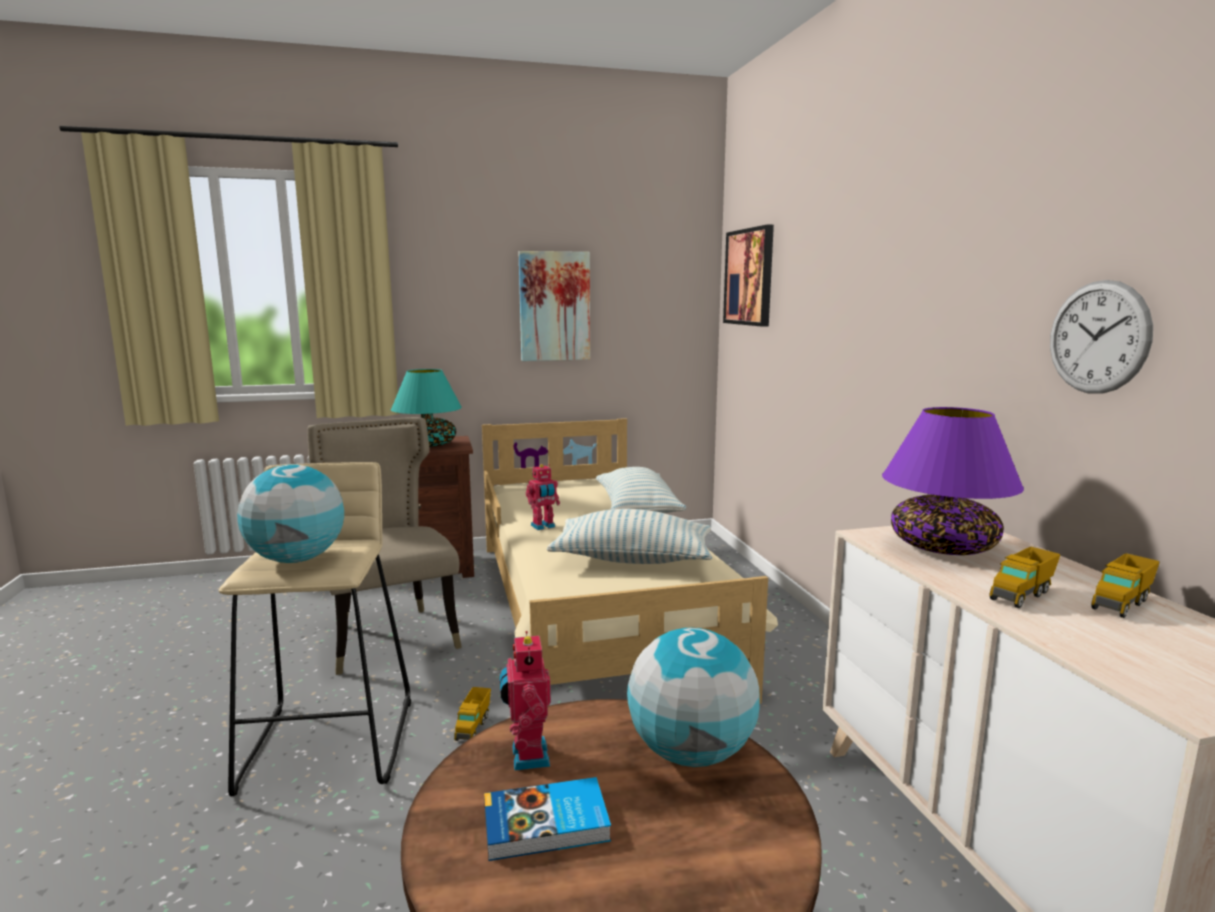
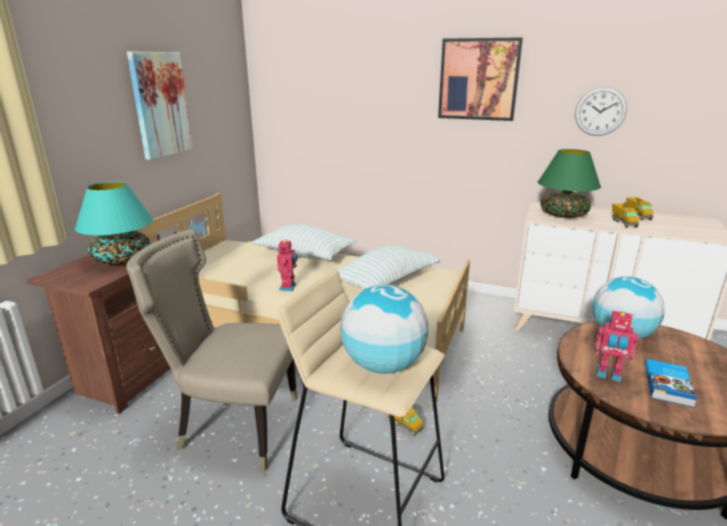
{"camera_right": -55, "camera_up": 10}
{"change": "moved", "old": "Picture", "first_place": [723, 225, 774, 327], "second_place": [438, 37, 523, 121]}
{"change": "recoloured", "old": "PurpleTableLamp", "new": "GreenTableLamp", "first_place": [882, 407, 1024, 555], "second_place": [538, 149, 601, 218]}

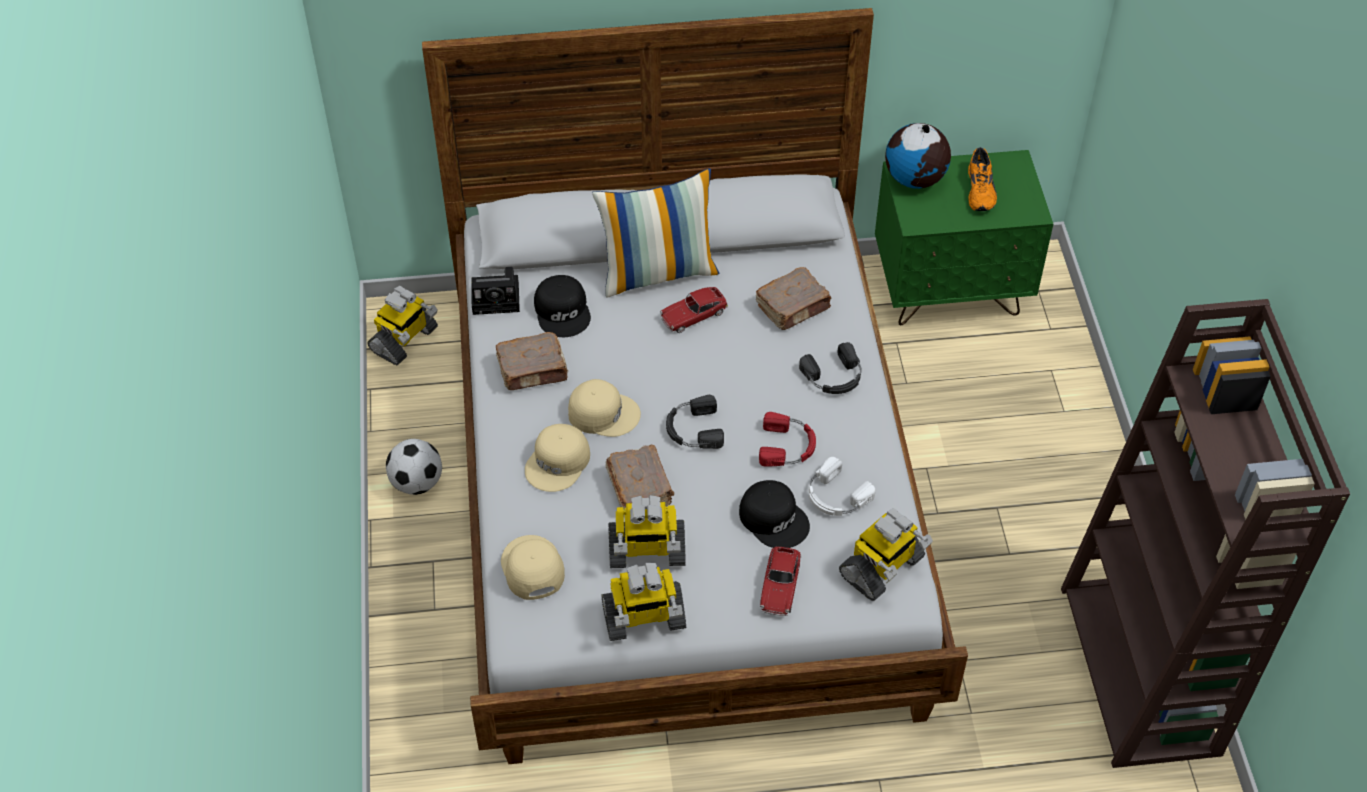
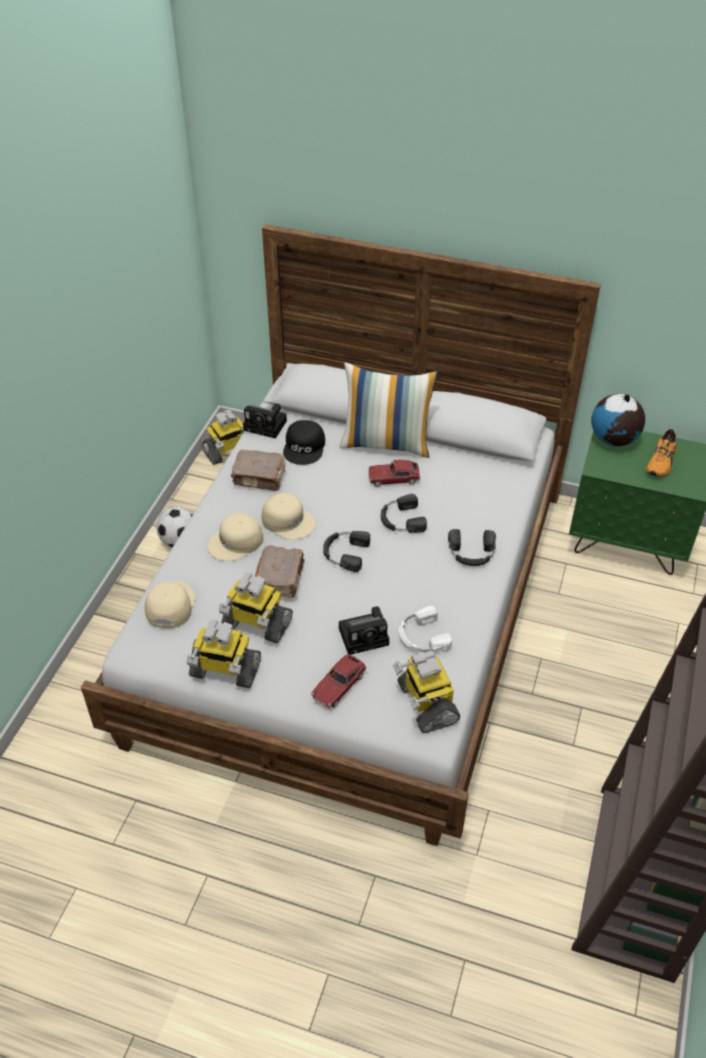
{"camera_right": 25, "camera_up": -5}
{"change": "replaced", "old": "BlackCap", "new": "PhotoCamera", "first_place": [739, 480, 810, 548], "second_place": [339, 606, 389, 655]}
{"change": "added", "new": "BlackHeadphones", "second_place": [381, 494, 427, 533]}
{"change": "turned", "old": "ToyRobot", "first_place": [839, 508, 933, 601], "second_place": [393, 651, 460, 733], "degrees": 90}
{"change": "removed", "old": "BrownBook", "first_place": [756, 267, 832, 330]}
{"change": "removed", "old": "RedHeadphones", "first_place": [759, 412, 816, 467]}

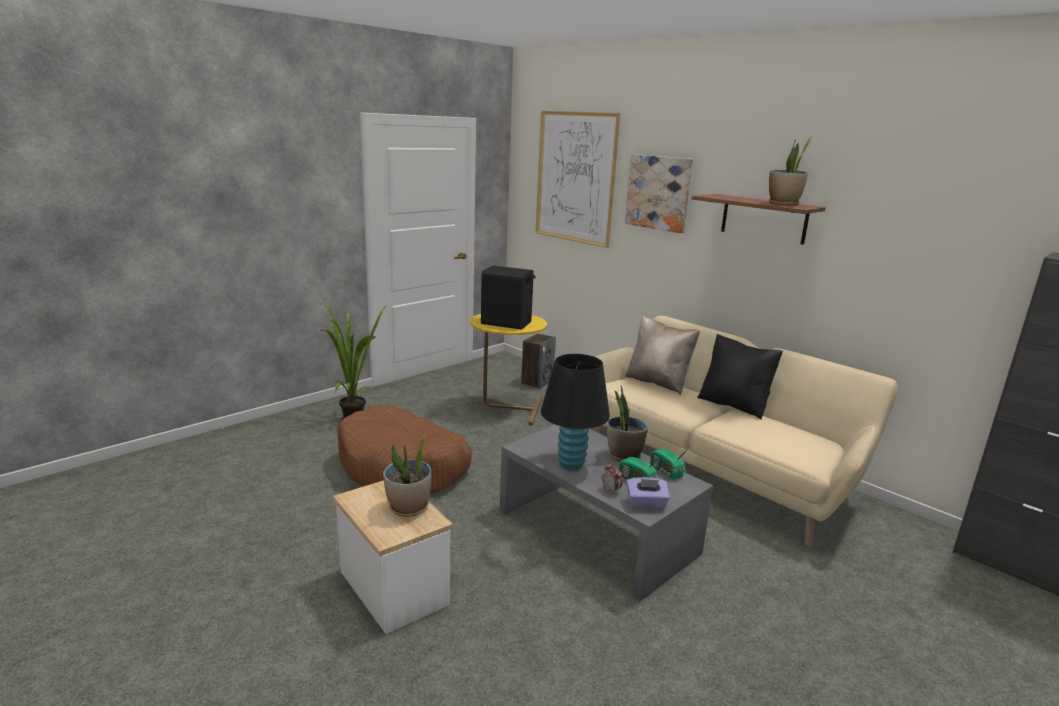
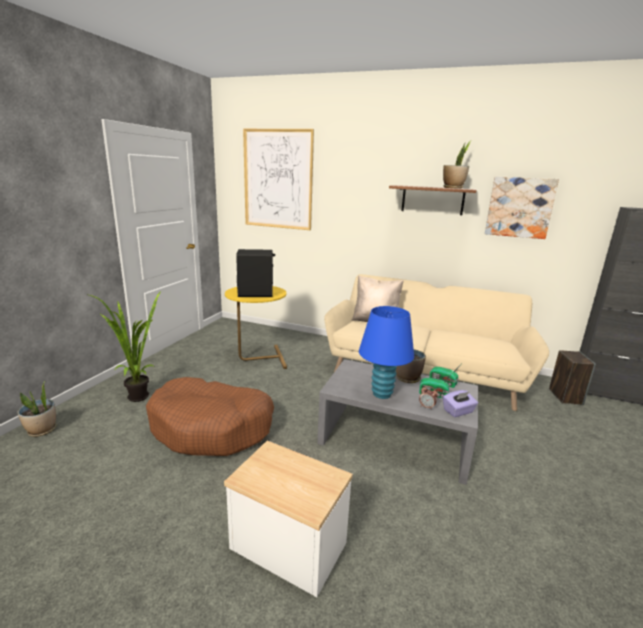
{"camera_right": -25, "camera_up": 0}
{"change": "moved", "old": "PottedPlant", "first_place": [383, 434, 431, 517], "second_place": [17, 381, 57, 437]}
{"change": "recoloured", "old": "BlackTableLamp", "new": "BlueTableLamp", "first_place": [541, 354, 610, 471], "second_place": [359, 306, 414, 399]}
{"change": "moved", "old": "Picture", "first_place": [625, 154, 693, 233], "second_place": [485, 177, 559, 239]}
{"change": "moved", "old": "Speaker", "first_place": [521, 333, 556, 389], "second_place": [549, 350, 596, 405]}
{"change": "removed", "old": "BlackPillow", "first_place": [697, 334, 783, 420]}

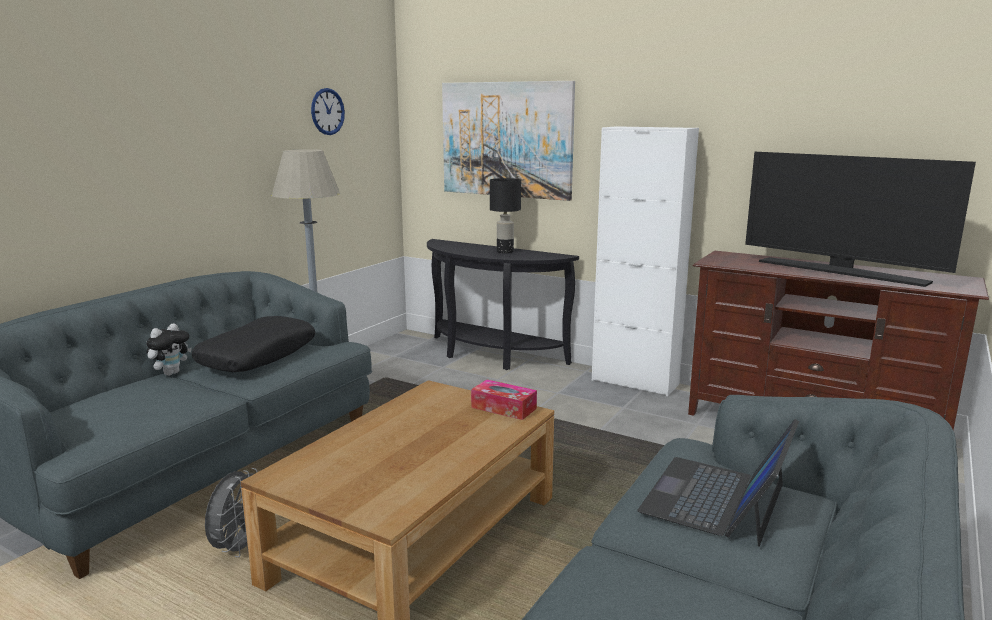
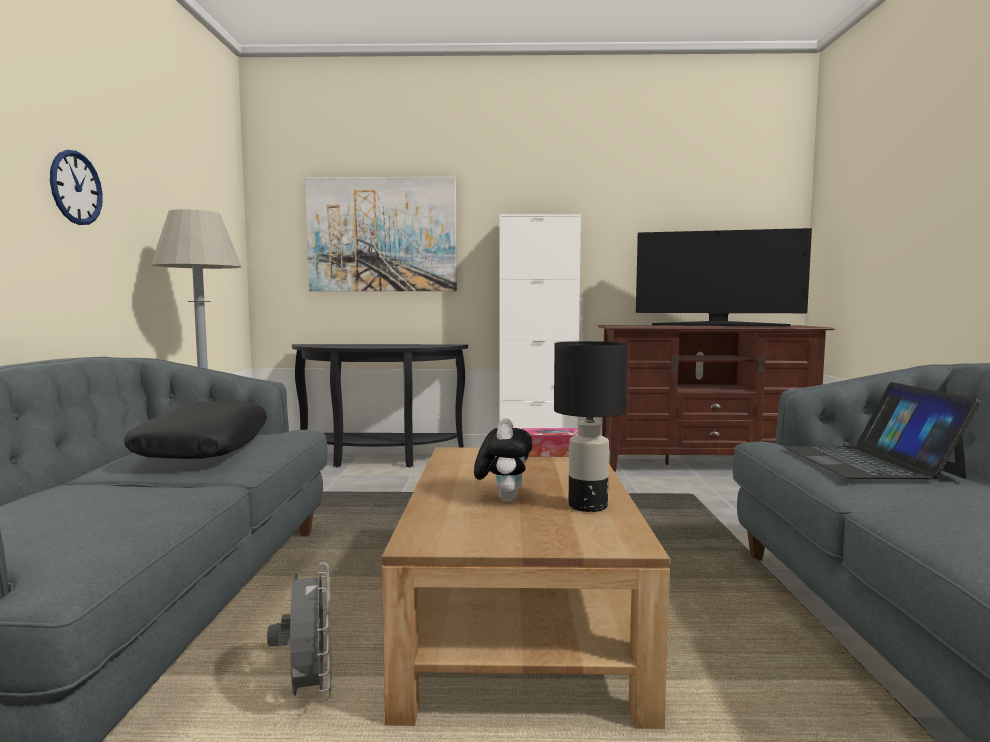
{"camera_right": -30, "camera_up": -10}
{"change": "moved", "old": "WallClock", "first_place": [311, 88, 345, 135], "second_place": [50, 150, 103, 225]}
{"change": "moved", "old": "PlushToy", "first_place": [146, 323, 192, 376], "second_place": [474, 418, 532, 502]}
{"change": "moved", "old": "BlackTableLamp", "first_place": [490, 178, 521, 253], "second_place": [554, 341, 628, 512]}

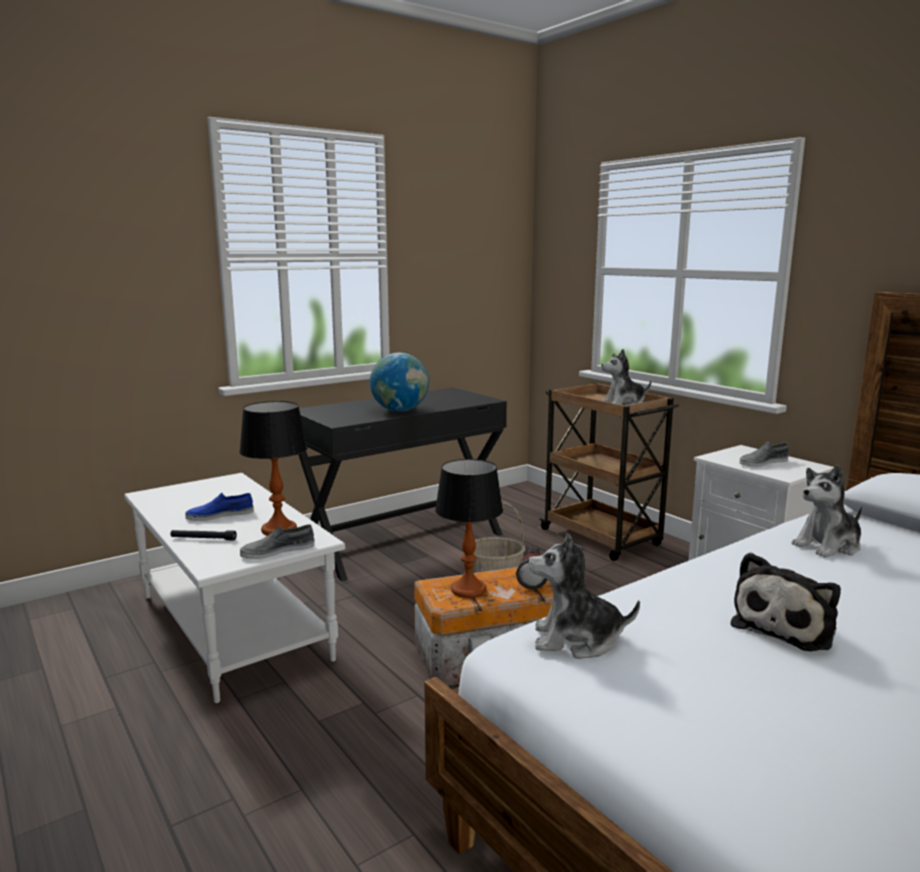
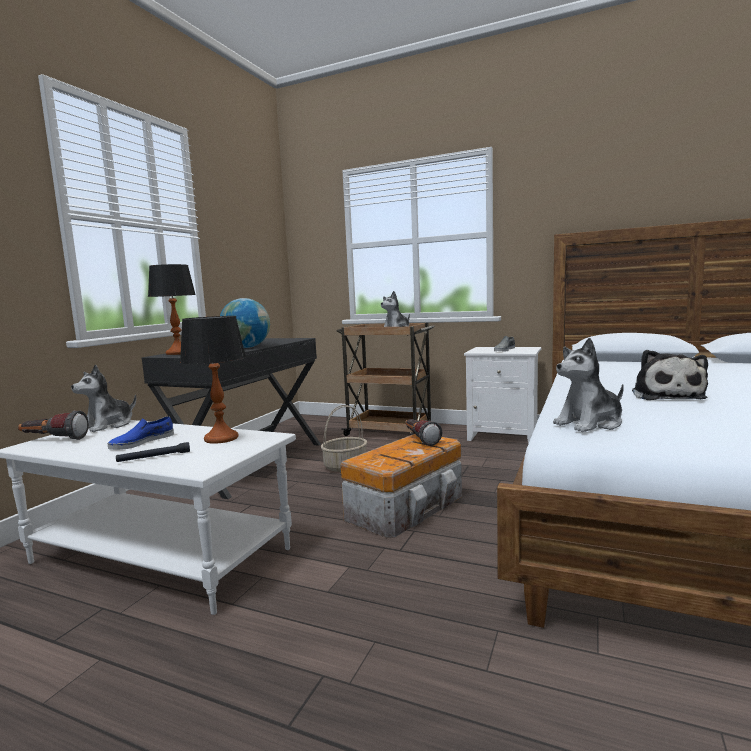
{"camera_right": -30, "camera_up": -5}
{"change": "added", "new": "Flashlight", "second_place": [18, 410, 89, 440]}
{"change": "moved", "old": "PlushToy", "first_place": [791, 465, 862, 558], "second_place": [71, 365, 136, 432]}
{"change": "moved", "old": "TableLamp", "first_place": [435, 459, 503, 598], "second_place": [148, 264, 196, 355]}
{"change": "removed", "old": "GreyShoe", "first_place": [240, 524, 315, 559]}

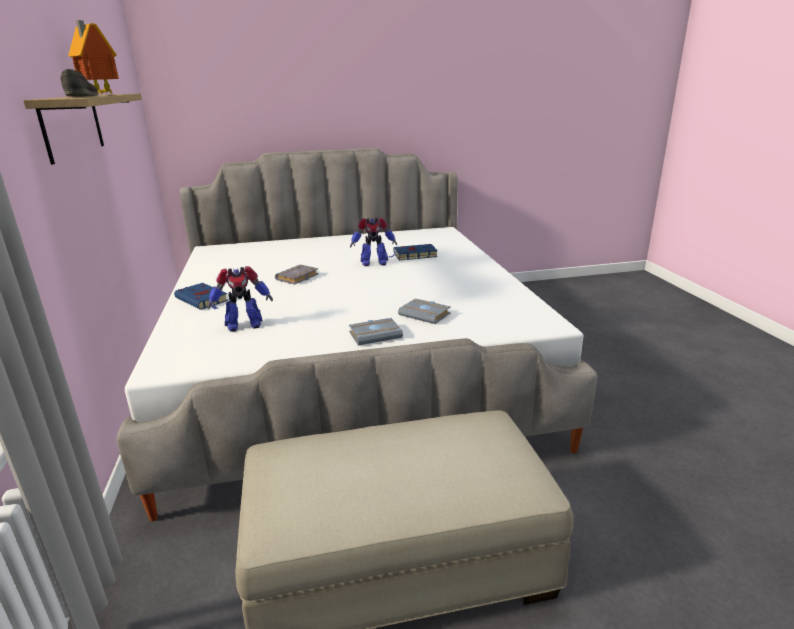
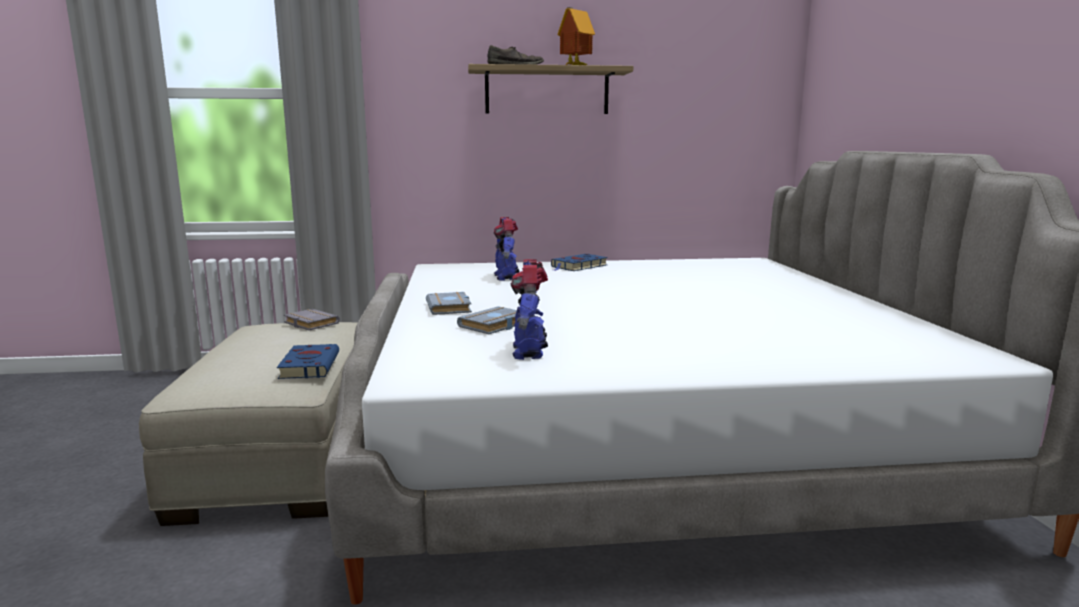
{"camera_right": 95, "camera_up": -10}
{"change": "moved", "old": "BlueBook", "first_place": [388, 244, 438, 260], "second_place": [277, 344, 339, 379]}
{"change": "moved", "old": "GreyBook", "first_place": [275, 264, 319, 285], "second_place": [283, 309, 340, 330]}
{"change": "moved", "old": "ToyRobot", "first_place": [350, 217, 397, 266], "second_place": [510, 259, 548, 360]}

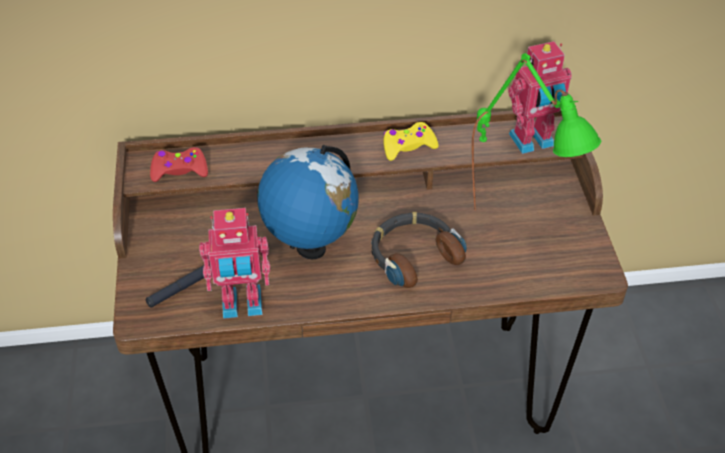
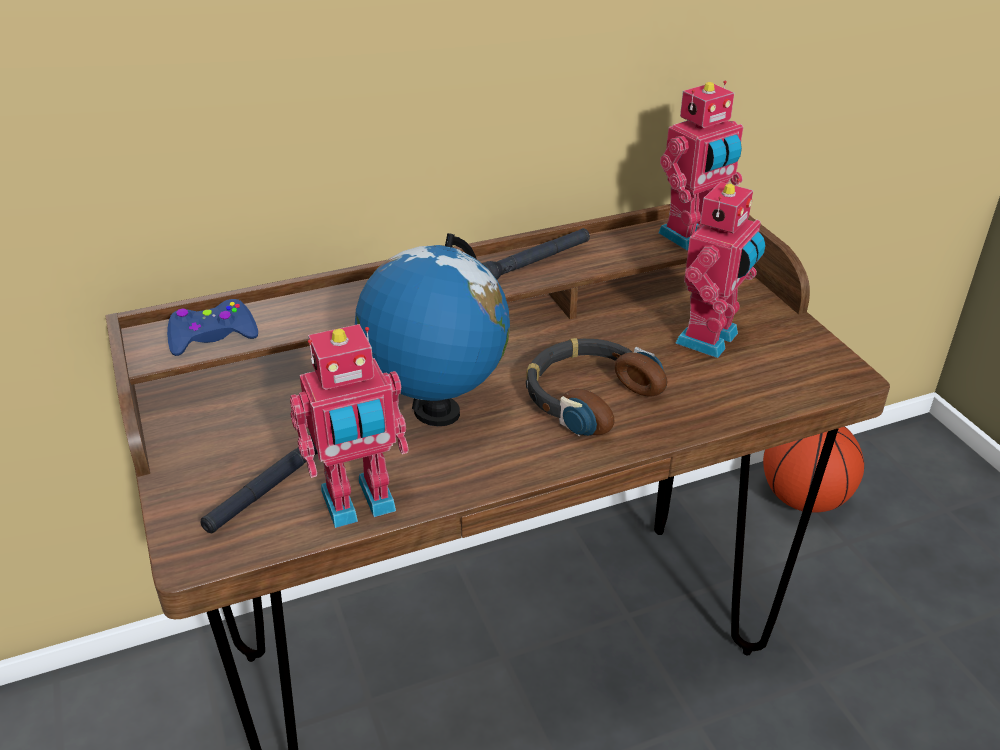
{"camera_right": -15, "camera_up": -10}
{"change": "recoloured", "old": "RedGameController", "new": "BlueGameController", "first_place": [150, 147, 208, 182], "second_place": [167, 299, 258, 356]}
{"change": "replaced", "old": "YellowGameController", "new": "BlackFlashlight", "first_place": [383, 122, 439, 161], "second_place": [482, 228, 590, 279]}
{"change": "replaced", "old": "GreenTableLamp", "new": "ToyRobot", "first_place": [472, 53, 601, 210], "second_place": [675, 178, 765, 358]}
{"change": "added", "new": "Basketball", "second_place": [763, 427, 864, 513]}

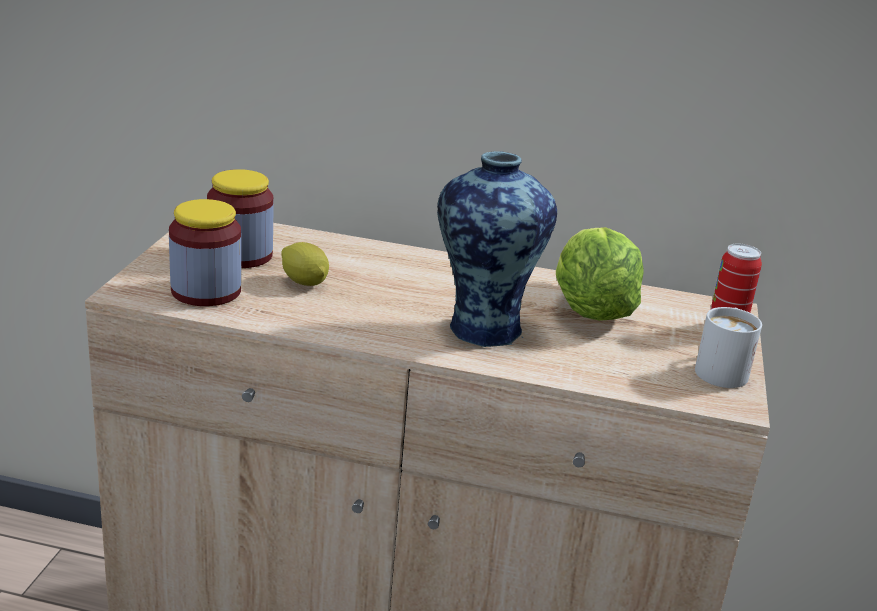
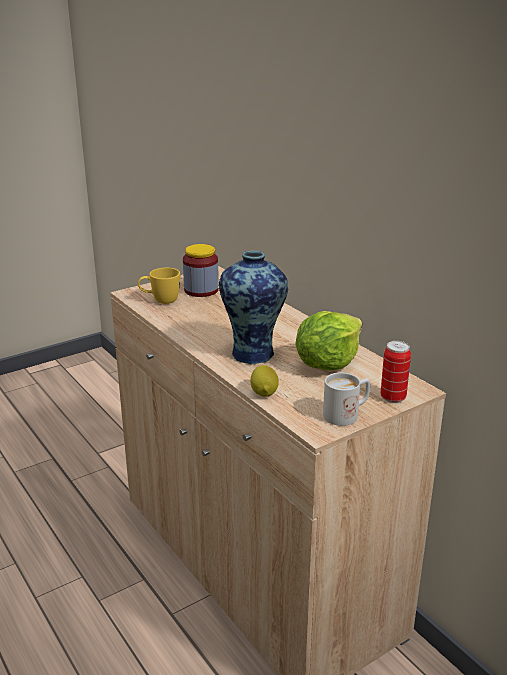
{"camera_right": 45, "camera_up": 0}
{"change": "replaced", "old": "Jar", "new": "YellowMug", "first_place": [169, 199, 241, 306], "second_place": [138, 268, 180, 304]}
{"change": "moved", "old": "Lemon", "first_place": [281, 242, 329, 286], "second_place": [251, 365, 279, 397]}

